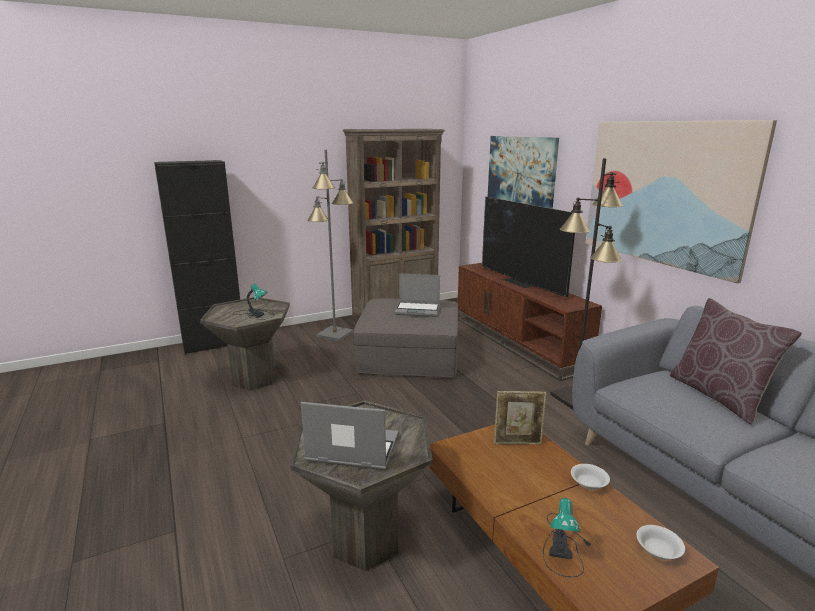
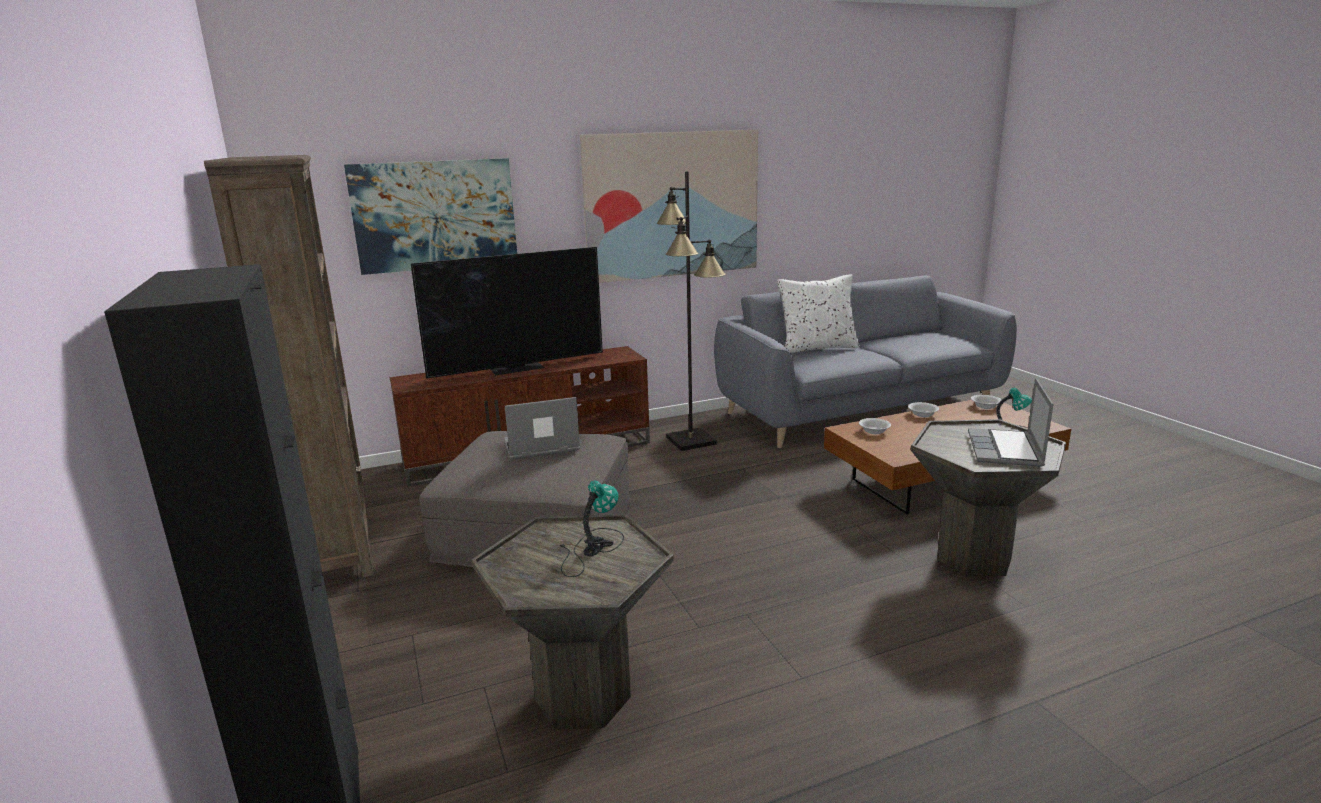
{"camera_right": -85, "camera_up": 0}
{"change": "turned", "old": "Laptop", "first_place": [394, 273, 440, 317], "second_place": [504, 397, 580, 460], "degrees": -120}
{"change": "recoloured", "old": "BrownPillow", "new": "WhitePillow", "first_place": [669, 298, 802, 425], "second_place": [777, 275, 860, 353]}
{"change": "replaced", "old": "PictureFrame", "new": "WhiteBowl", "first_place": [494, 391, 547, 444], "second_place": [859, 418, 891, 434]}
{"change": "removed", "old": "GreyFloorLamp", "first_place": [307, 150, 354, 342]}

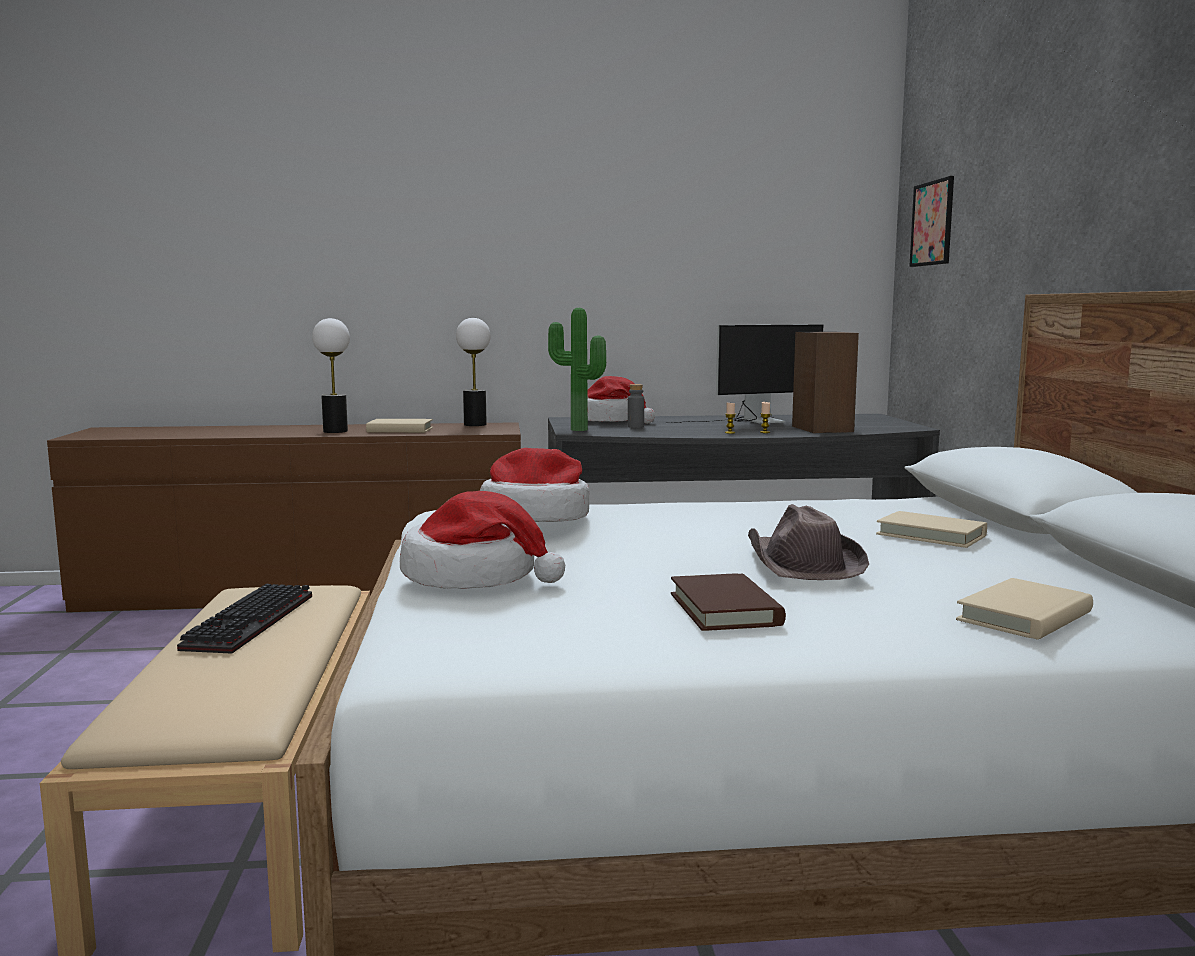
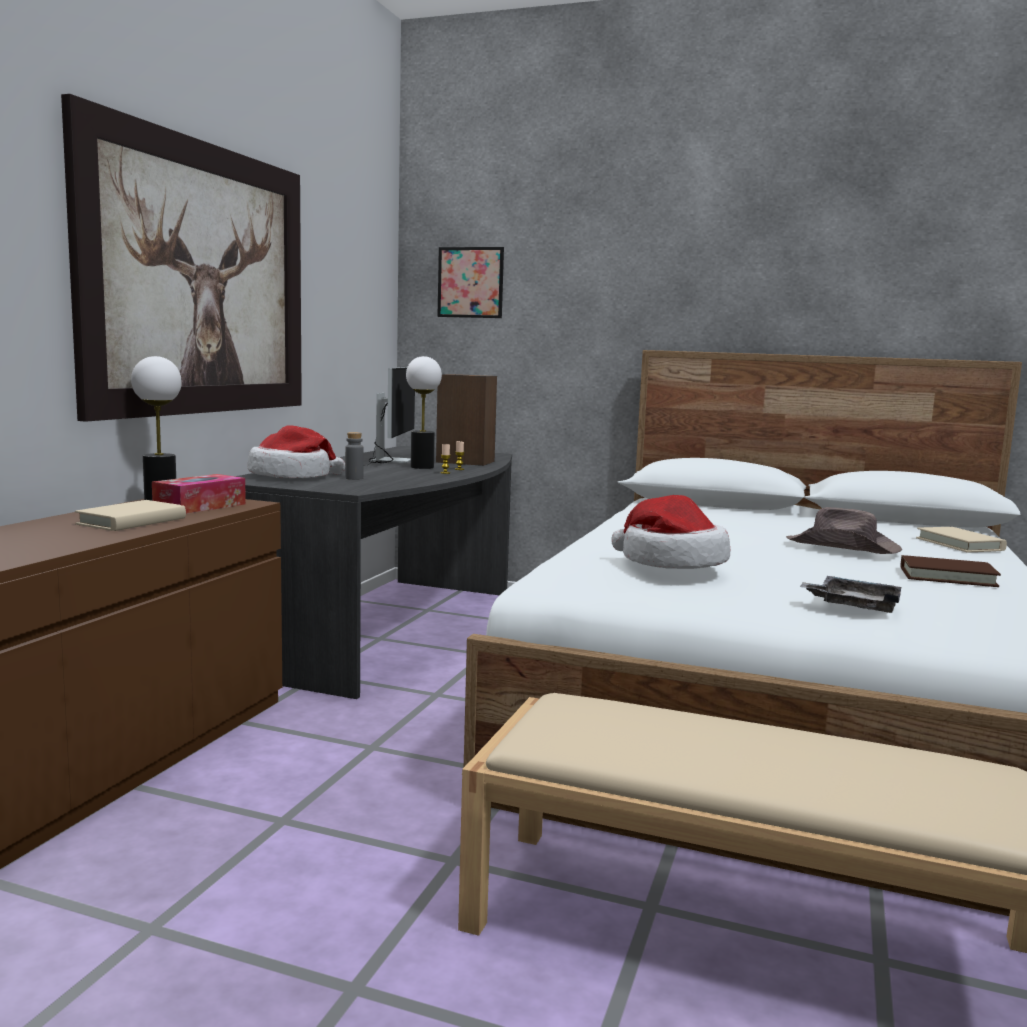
{"camera_right": -65, "camera_up": 0}
{"change": "added", "new": "Picture", "second_place": [61, 94, 302, 422]}
{"change": "added", "new": "TissueBox", "second_place": [152, 474, 246, 514]}
{"change": "moved", "old": "TableLamp", "first_place": [312, 318, 350, 433], "second_place": [406, 356, 442, 469]}
{"change": "replaced", "old": "Hat", "new": "GreyTray", "first_place": [400, 491, 565, 589], "second_place": [800, 576, 901, 613]}
{"change": "removed", "old": "Keyboard", "first_place": [177, 584, 312, 654]}
{"change": "removed", "old": "PottedPlant", "first_place": [548, 308, 606, 431]}
{"change": "removed", "old": "BeigeBook", "first_place": [876, 511, 987, 548]}

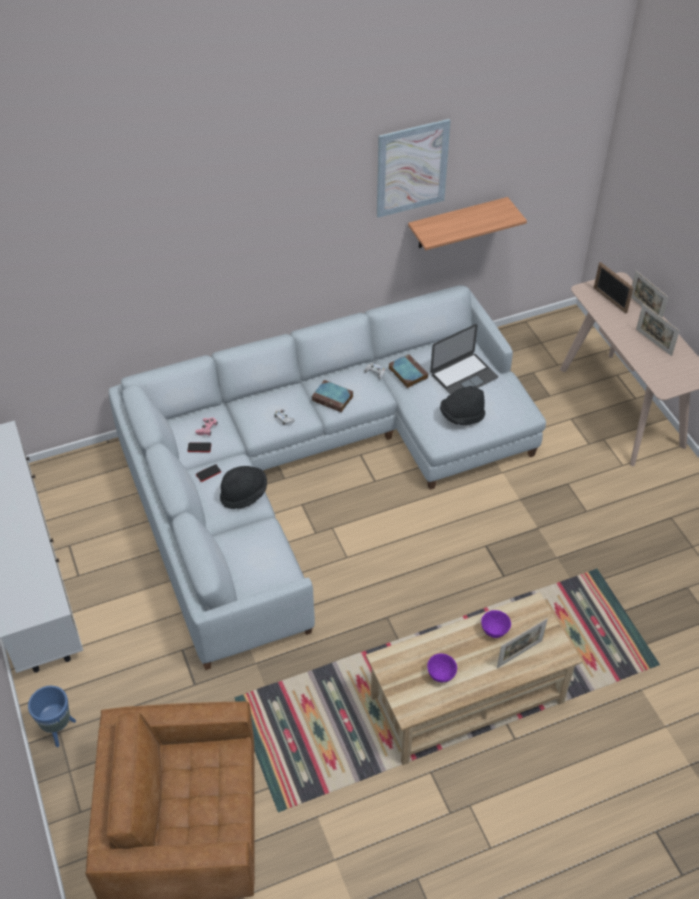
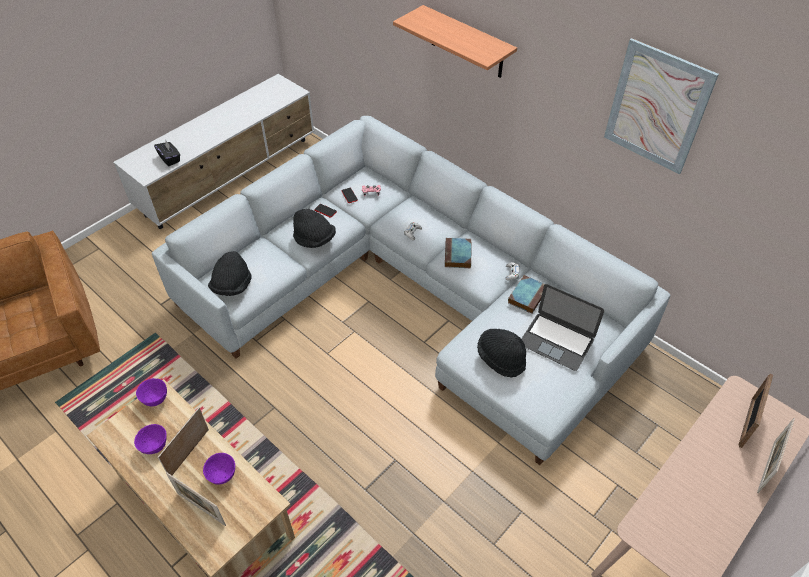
{"camera_right": 65, "camera_up": 0}
{"change": "added", "new": "PurpleBowl", "second_place": [136, 378, 167, 406]}
{"change": "added", "new": "BlackTissueBox", "second_place": [154, 141, 180, 166]}
{"change": "moved", "old": "PictureFrame", "first_place": [636, 304, 680, 356], "second_place": [158, 407, 209, 475]}
{"change": "added", "new": "BlackHat", "second_place": [208, 251, 252, 296]}
{"change": "moved", "old": "Shelf", "first_place": [408, 197, 527, 250], "second_place": [393, 5, 517, 78]}
{"change": "removed", "old": "BluePlanter", "first_place": [28, 686, 76, 747]}

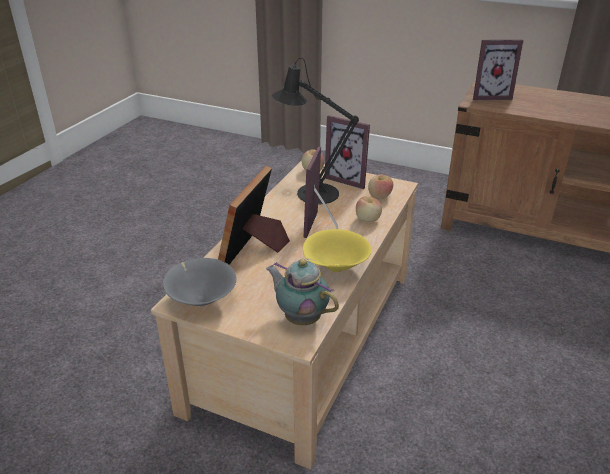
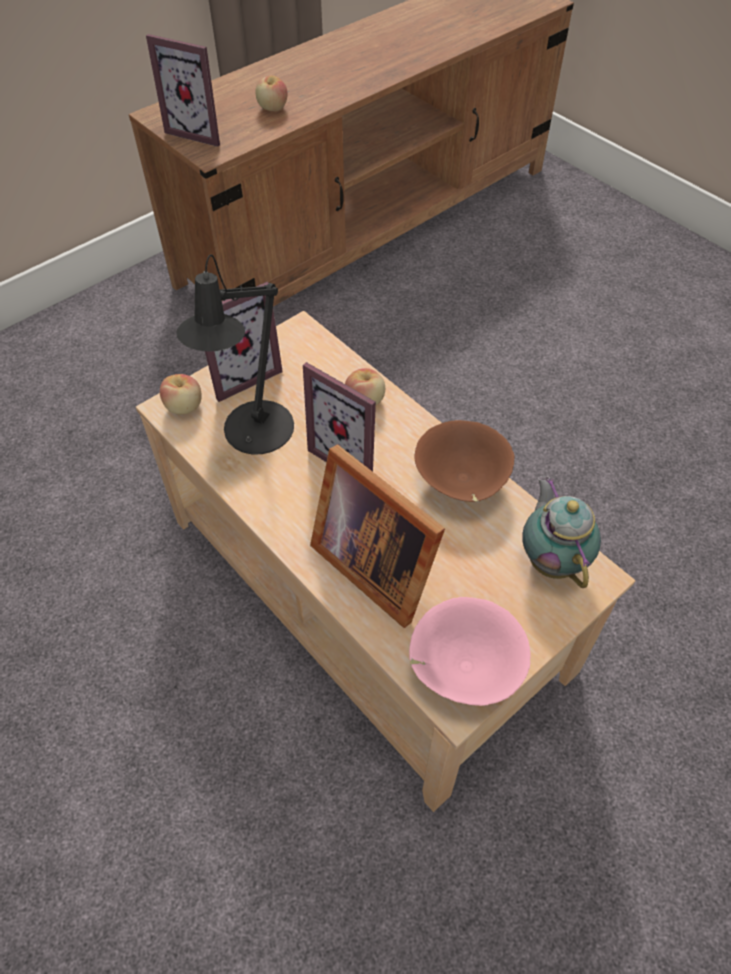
{"camera_right": -65, "camera_up": 20}
{"change": "turned", "old": "PictureFrame", "first_place": [473, 39, 524, 100], "second_place": [146, 34, 220, 147], "degrees": 90}
{"change": "moved", "old": "Apple", "first_place": [368, 175, 393, 199], "second_place": [255, 75, 287, 111]}
{"change": "recoloured", "old": "GreyBowl", "new": "PinkBowl", "first_place": [163, 258, 237, 306], "second_place": [409, 597, 531, 706]}
{"change": "recoloured", "old": "YellowBowl", "new": "BrownBowl", "first_place": [303, 229, 372, 272], "second_place": [414, 420, 514, 502]}
{"change": "turned", "old": "Teapot", "first_place": [266, 259, 339, 325], "second_place": [522, 476, 601, 588], "degrees": 105}

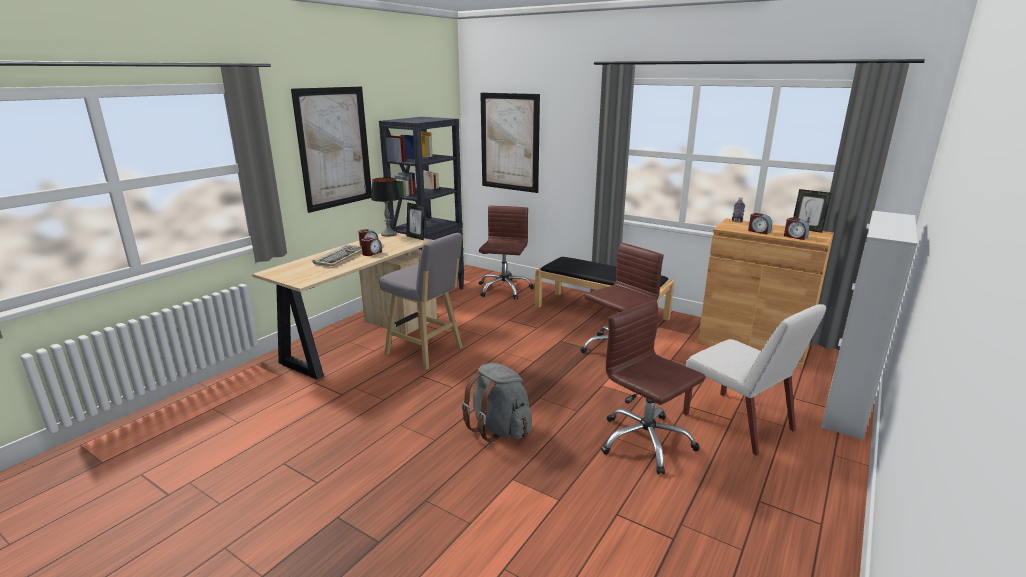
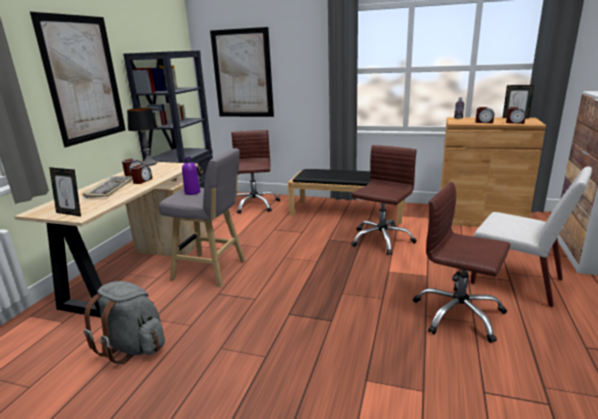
{"camera_right": -15, "camera_up": 0}
{"change": "moved", "old": "PictureFrame", "first_place": [406, 202, 425, 240], "second_place": [49, 167, 81, 216]}
{"change": "moved", "old": "GreyBackpack", "first_place": [462, 363, 532, 442], "second_place": [84, 281, 165, 364]}
{"change": "added", "new": "PurpleBottle", "second_place": [182, 157, 200, 195]}

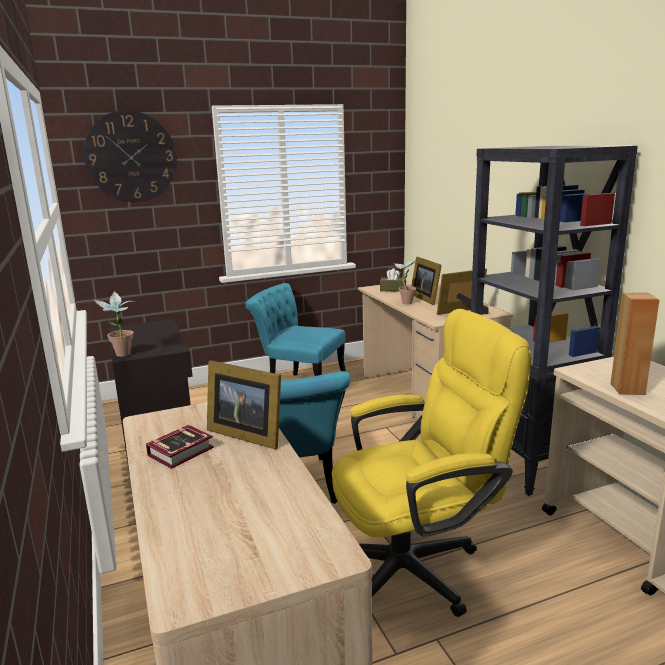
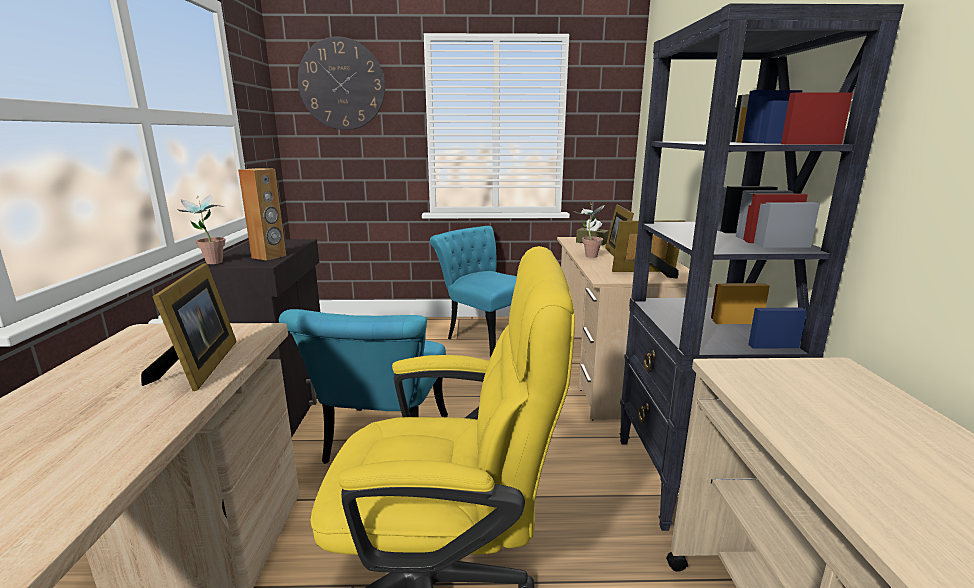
{"camera_right": 20, "camera_up": 0}
{"change": "turned", "old": "PictureFrame", "first_place": [207, 360, 281, 449], "second_place": [141, 263, 237, 391], "degrees": -150}
{"change": "moved", "old": "BrownSpeaker", "first_place": [610, 292, 659, 395], "second_place": [238, 168, 286, 261]}
{"change": "removed", "old": "Book", "first_place": [146, 425, 214, 469]}

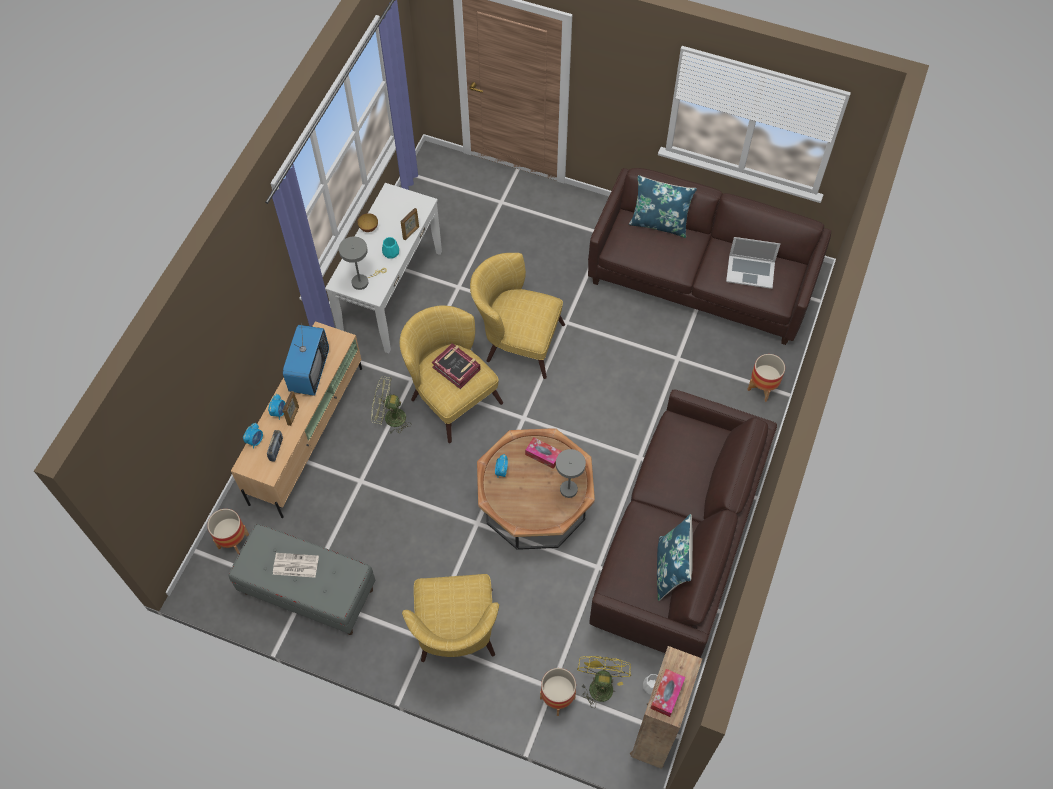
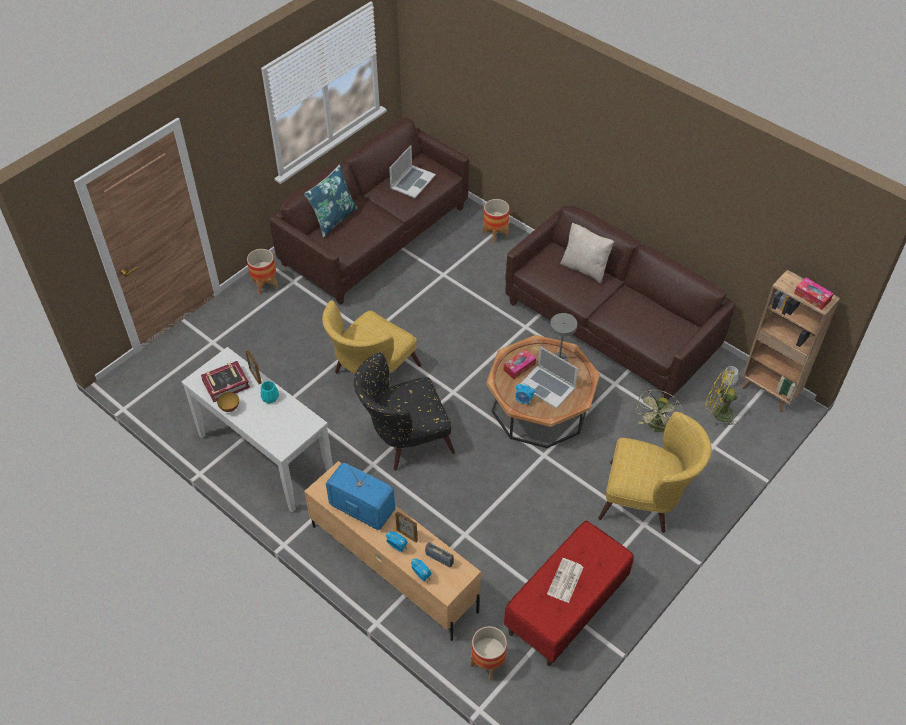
{"camera_right": -70, "camera_up": -10}
{"change": "moved", "old": "Book", "first_place": [432, 343, 481, 389], "second_place": [201, 361, 250, 402]}
{"change": "moved", "old": "Planter", "first_place": [540, 668, 576, 716], "second_place": [247, 249, 278, 294]}
{"change": "recoloured", "old": "YellowArmchair", "new": "BlackArmchair", "first_place": [400, 305, 503, 443], "second_place": [354, 352, 455, 470]}
{"change": "recoloured", "old": "GreyBench", "new": "RedBench", "first_place": [229, 524, 375, 635], "second_place": [504, 521, 634, 666]}
{"change": "added", "new": "Laptop", "second_place": [520, 346, 578, 409]}
{"change": "added", "new": "BeigePillow", "second_place": [560, 222, 614, 284]}
{"change": "moved", "old": "GreenFan", "first_place": [371, 376, 411, 433], "second_place": [635, 390, 683, 432]}
{"change": "removed", "old": "GreyTableLamp", "first_place": [339, 236, 387, 290]}
{"change": "removed", "old": "BluePillow", "first_place": [657, 514, 693, 601]}

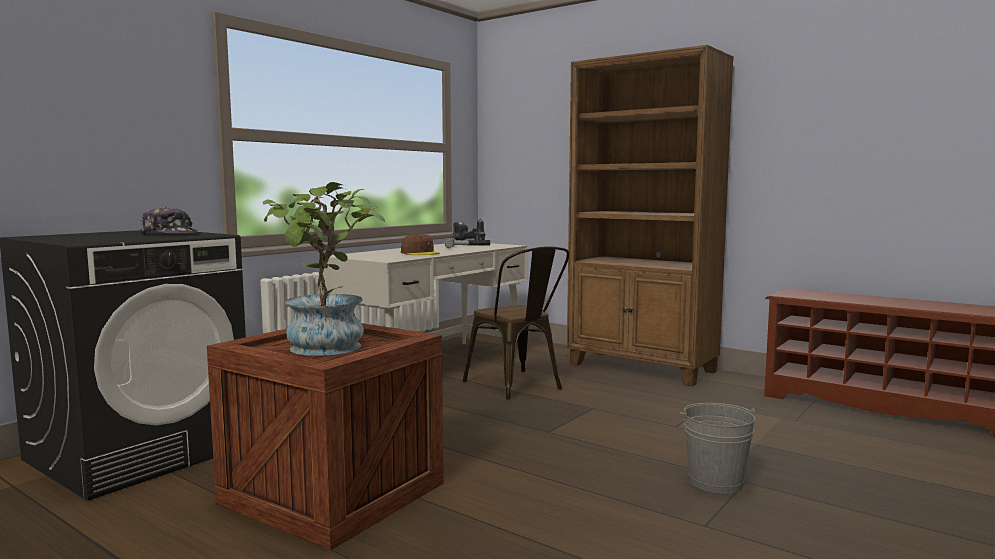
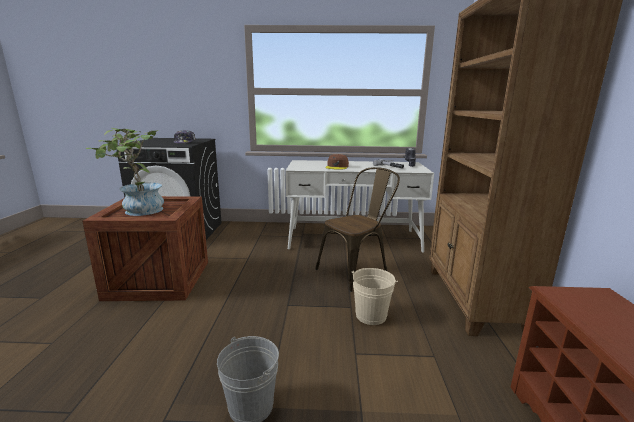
{"camera_right": 55, "camera_up": 10}
{"change": "turned", "old": "BrownChair", "first_place": [462, 246, 569, 400], "second_place": [315, 167, 400, 292], "degrees": -150}
{"change": "added", "new": "BeigeBucket", "second_place": [352, 268, 398, 325]}

